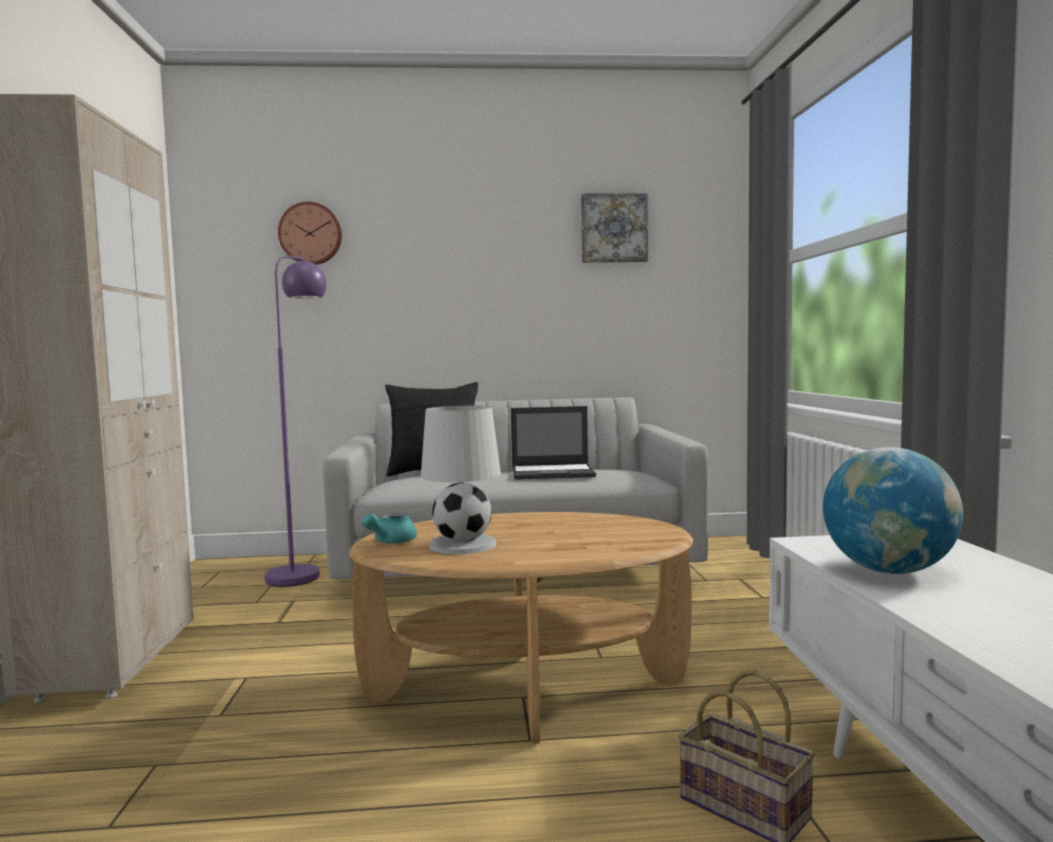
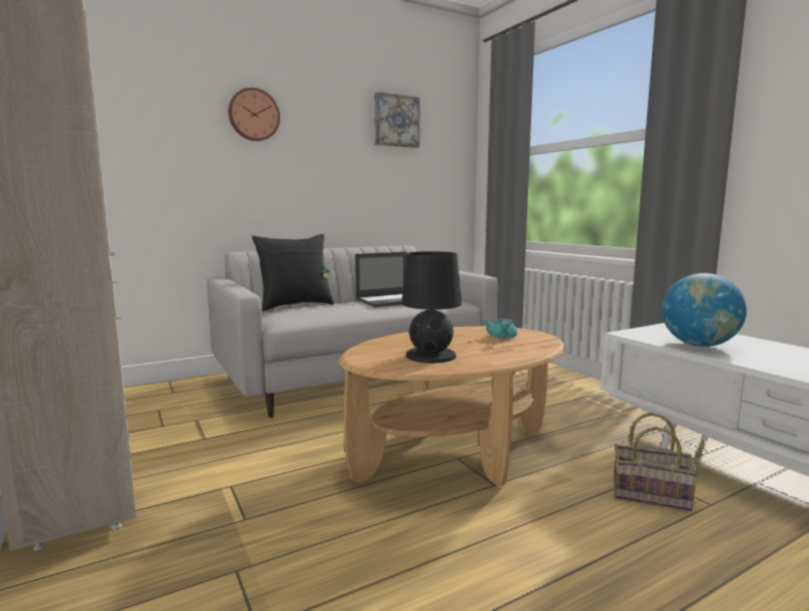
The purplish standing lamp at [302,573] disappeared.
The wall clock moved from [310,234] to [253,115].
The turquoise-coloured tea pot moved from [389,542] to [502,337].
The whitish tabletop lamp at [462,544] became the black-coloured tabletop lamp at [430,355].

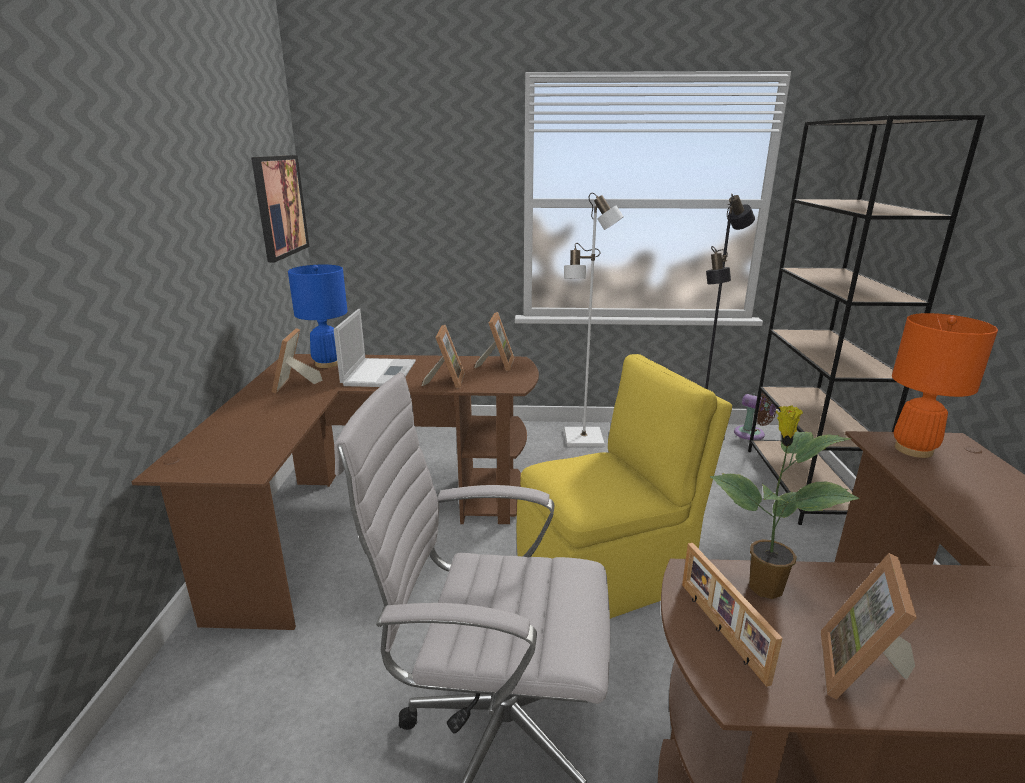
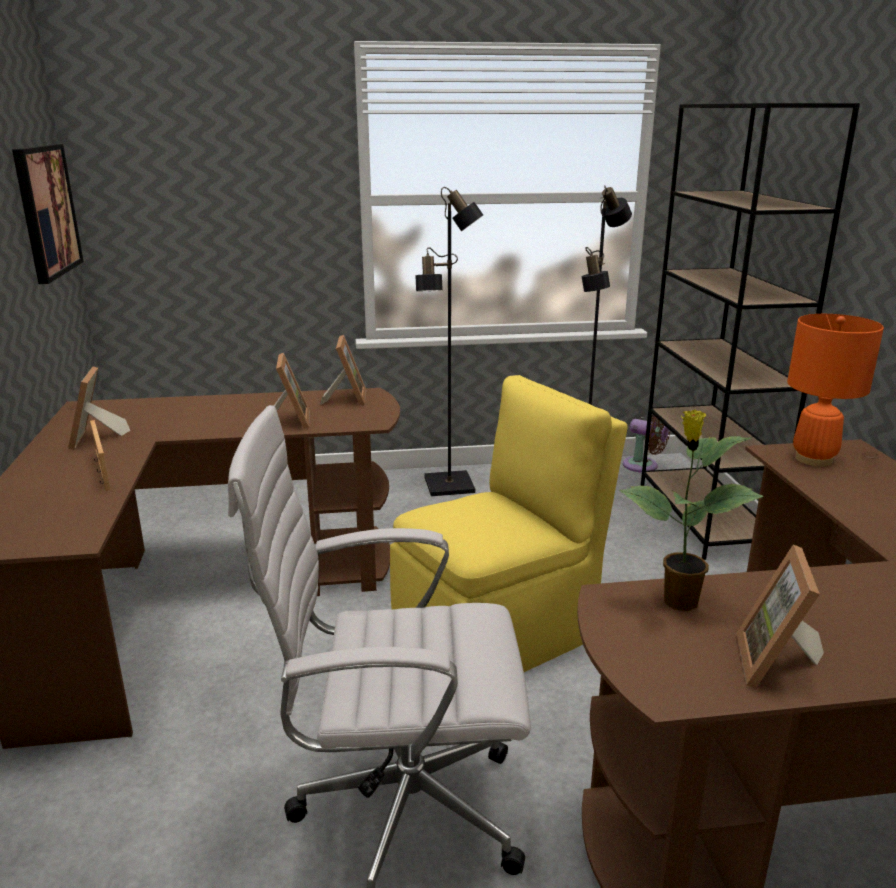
The blue tabletop lamp at [327,363] disappeared.
The notebook computer at [379,373] disappeared.
The picture frame moved from [720,630] to [101,472].
The whitish standing lamp at [583,438] became the black-coloured standing lamp at [449,485].

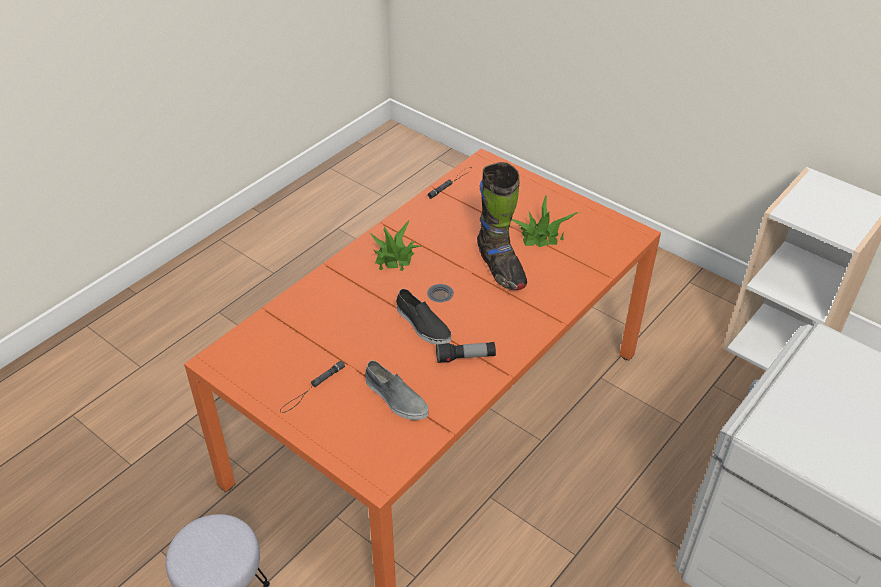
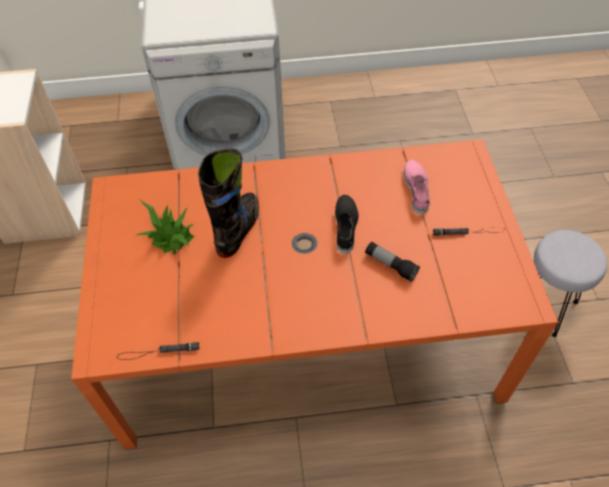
The plant in a pot at [394,257] disappeared.
The torch moved from [465,357] to [390,265].
The greyish shoe at [395,398] became the pinkish shoe at [417,189].

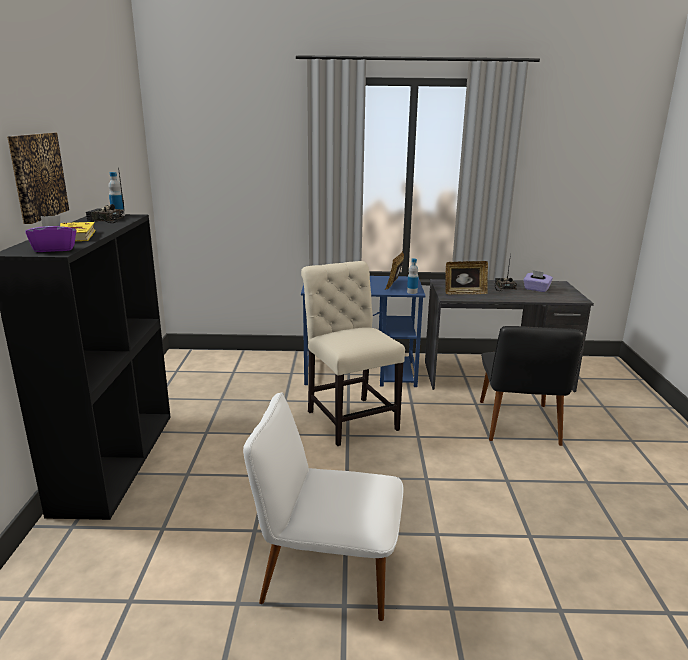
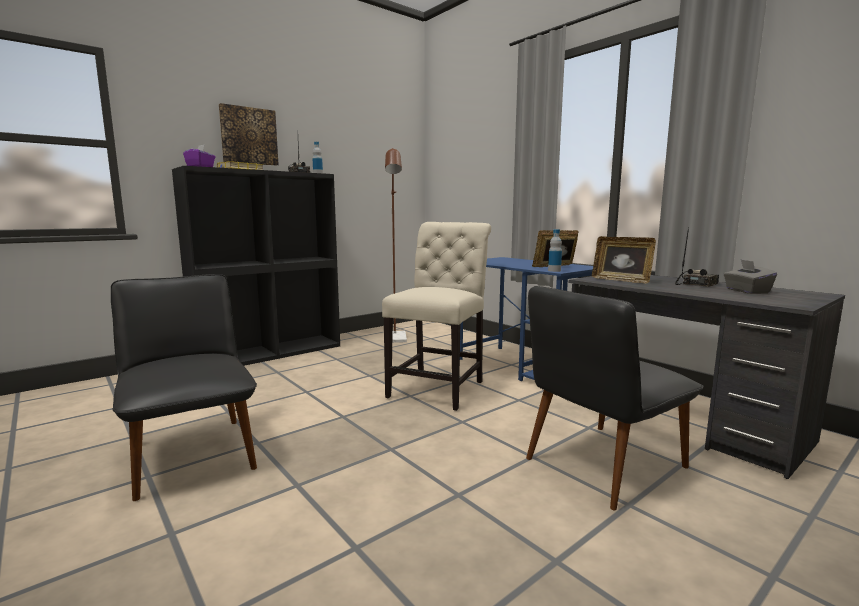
The brown standing lamp at [395,339] appeared.
The whitish plain chair at [329,572] became the black-coloured plain chair at [192,455].
The purplish tissue box at [536,289] became the greyish tissue box at [746,291].

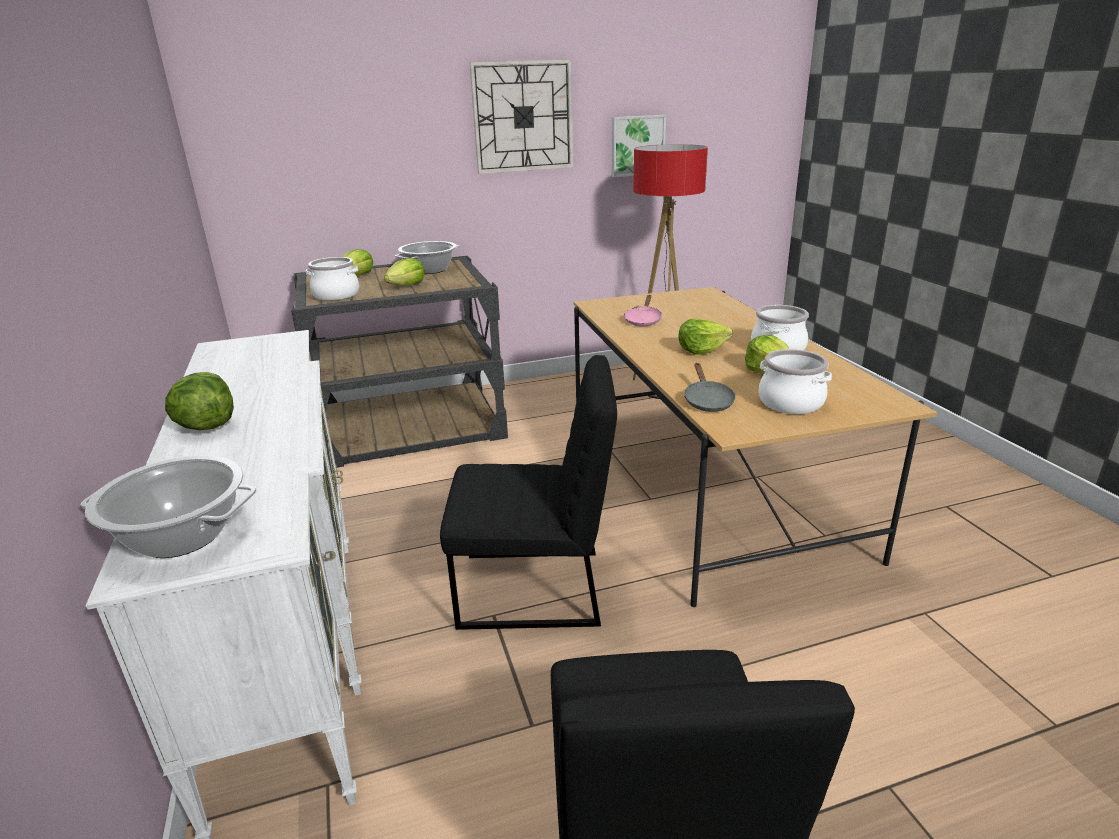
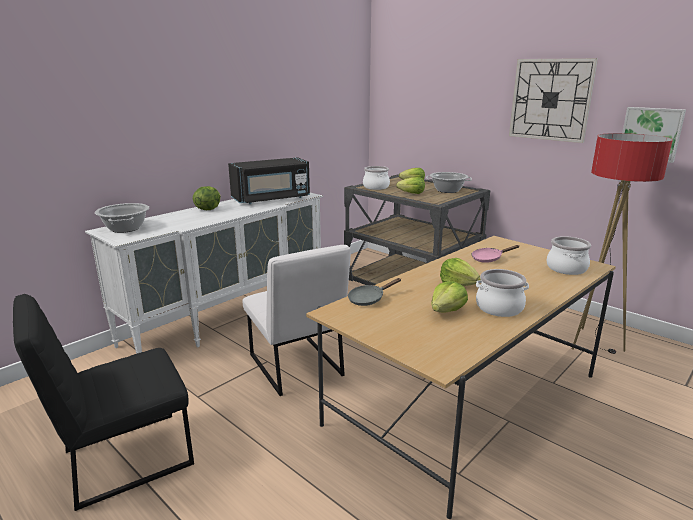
The black-coloured microwave oven at [271,199] appeared.
The cooking pot moved from [791,402] to [567,268].
The black-coloured plain chair at [535,589] became the whitish plain chair at [296,366].

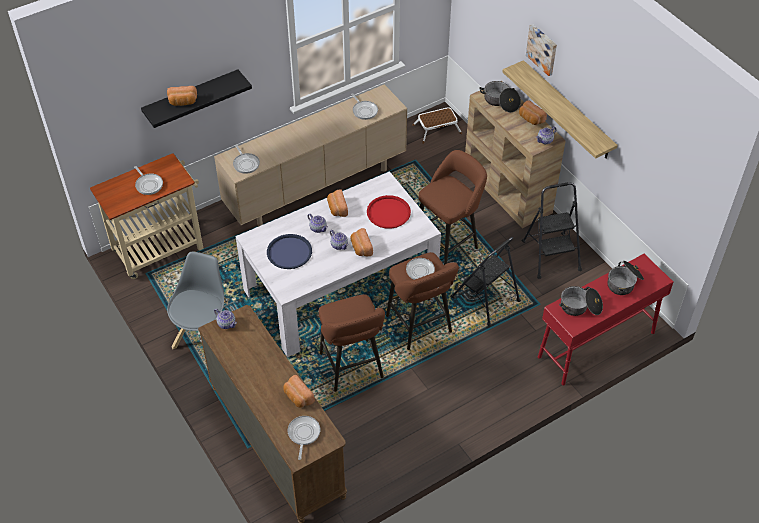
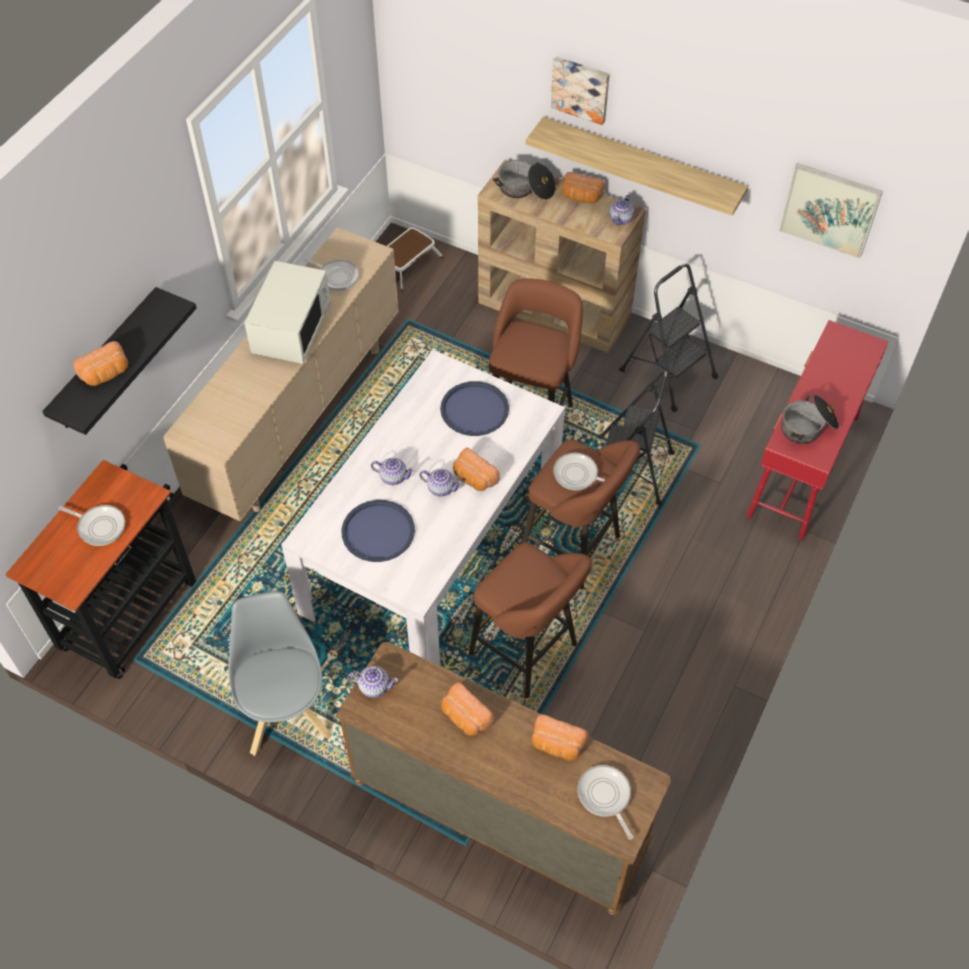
The pan at [246,163] disappeared.
The cooking pot at [624,283] disappeared.
The whitish microwave oven at [291,330] appeared.
The wall picture at [829,210] appeared.
The bread moved from [337,208] to [465,717].
The beige-coloured cart at [159,250] became the black-coloured cart at [130,614].
The red serving tray at [388,212] became the blue serving tray at [474,409].

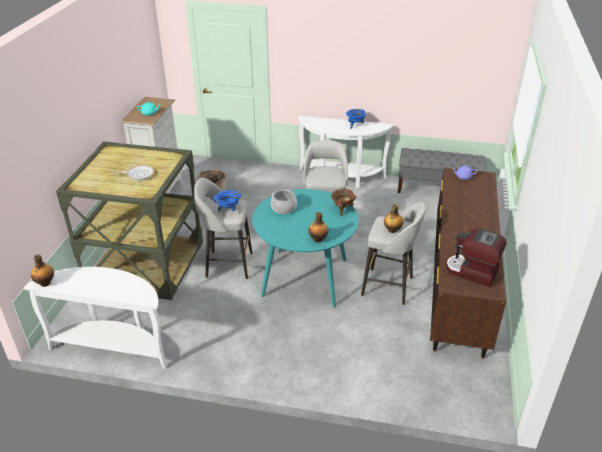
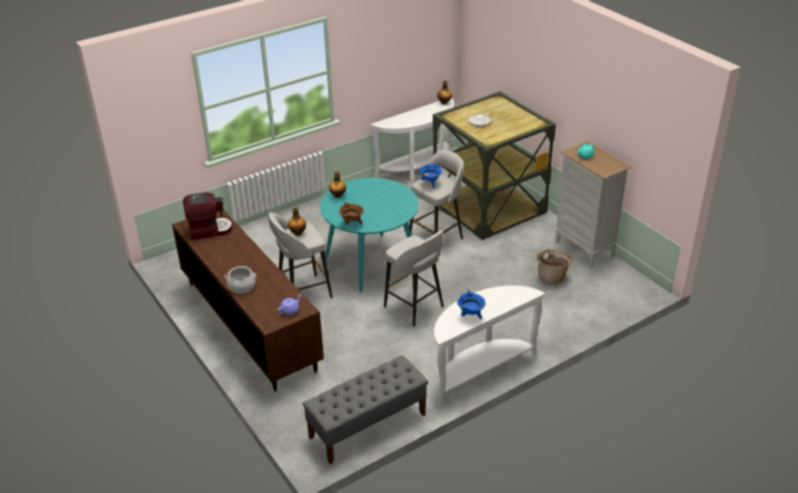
The cooking pot moved from [283,208] to [242,286].

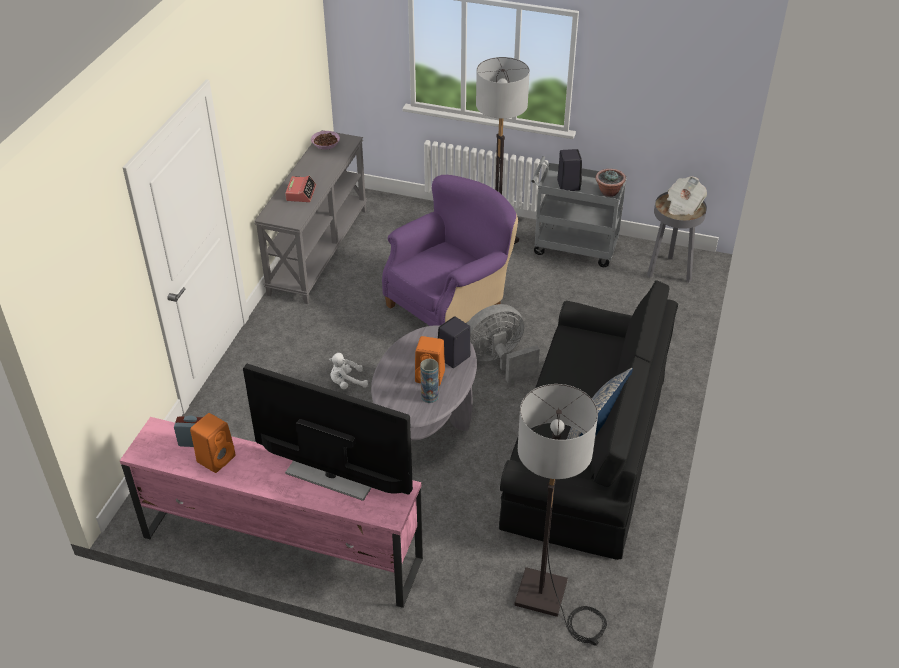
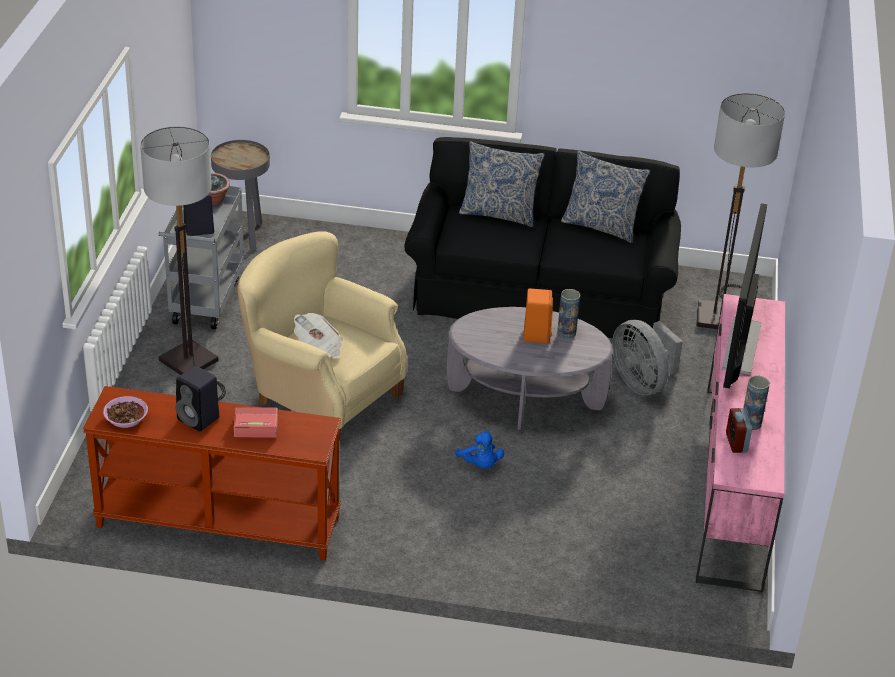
The throw pillow at [499,214] appeared.
The black-coloured loudspeaker moved from [453,358] to [199,419].
The greyish electric fan moved from [498,362] to [642,383].
The newspaper moved from [683,205] to [319,347].
The orange-coloured loudspeaker at [217,458] was replaced by the flower vase at [751,423].
The greyish hall table at [318,250] became the brown hall table at [217,523].
The whitish cuddly toy at [347,383] became the blue cuddly toy at [480,465].
The purplish easy chair at [449,304] became the beige-coloured easy chair at [321,394].

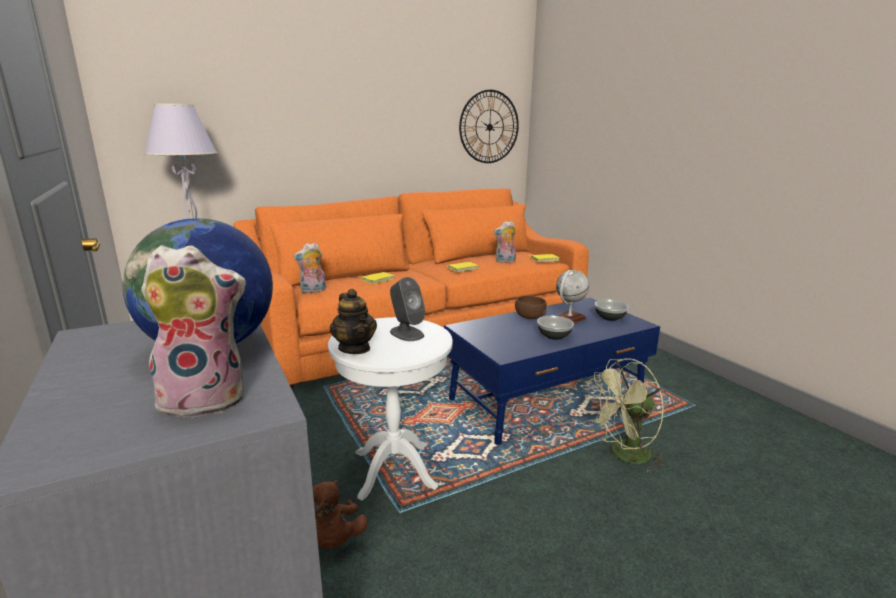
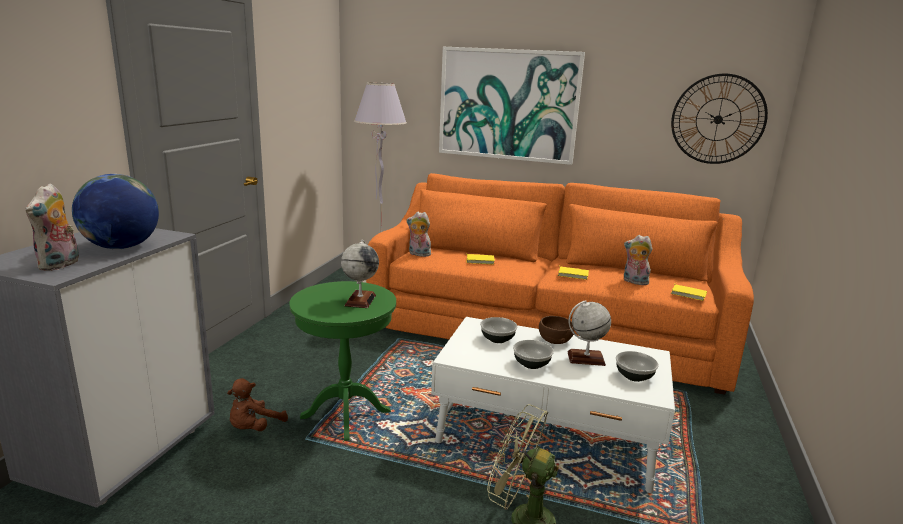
The tea pot at [355,348] disappeared.
The wall picture at [508,105] appeared.
The deep dish at [498,339] appeared.
The greyish loudspeaker at [406,333] was replaced by the desk globe at [360,300].
The whitish accent table at [394,470] became the greenish accent table at [346,414].
The blue lounge table at [547,398] became the whitish lounge table at [547,436].
The cuddly toy at [206,398] turned 60 degrees clockwise.

